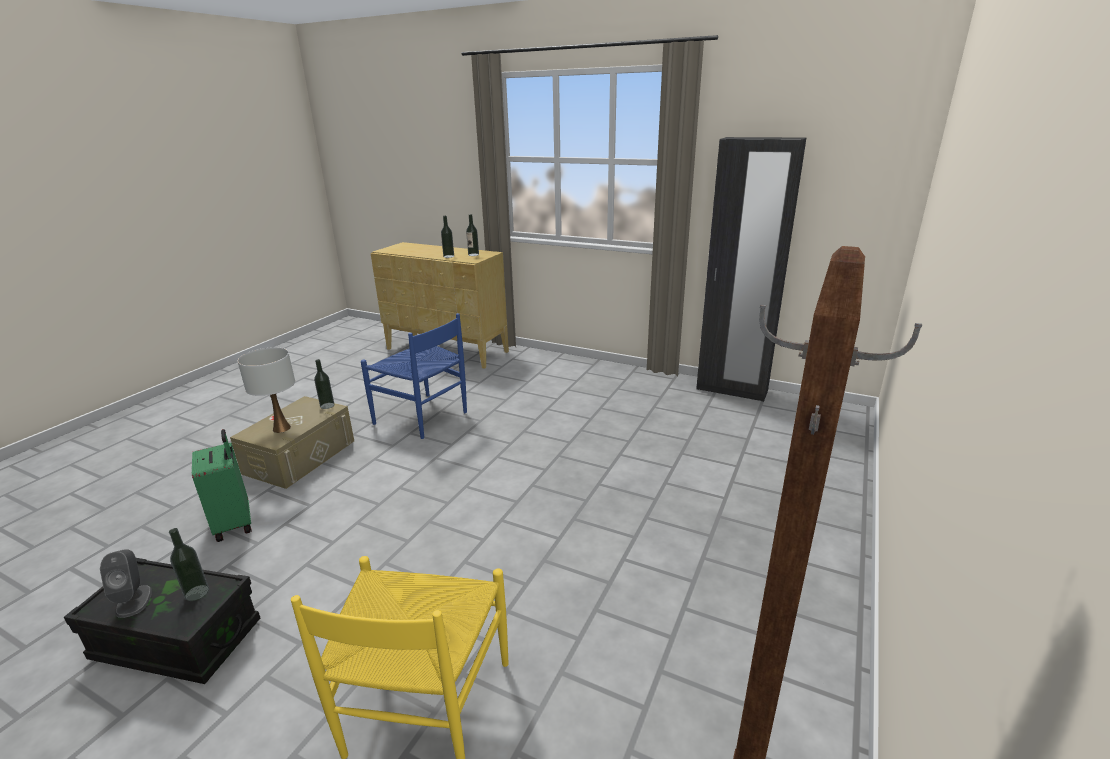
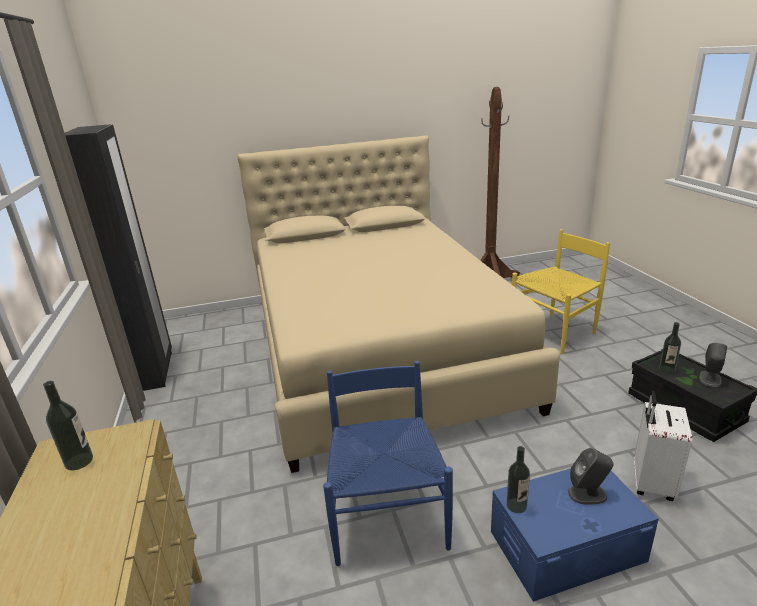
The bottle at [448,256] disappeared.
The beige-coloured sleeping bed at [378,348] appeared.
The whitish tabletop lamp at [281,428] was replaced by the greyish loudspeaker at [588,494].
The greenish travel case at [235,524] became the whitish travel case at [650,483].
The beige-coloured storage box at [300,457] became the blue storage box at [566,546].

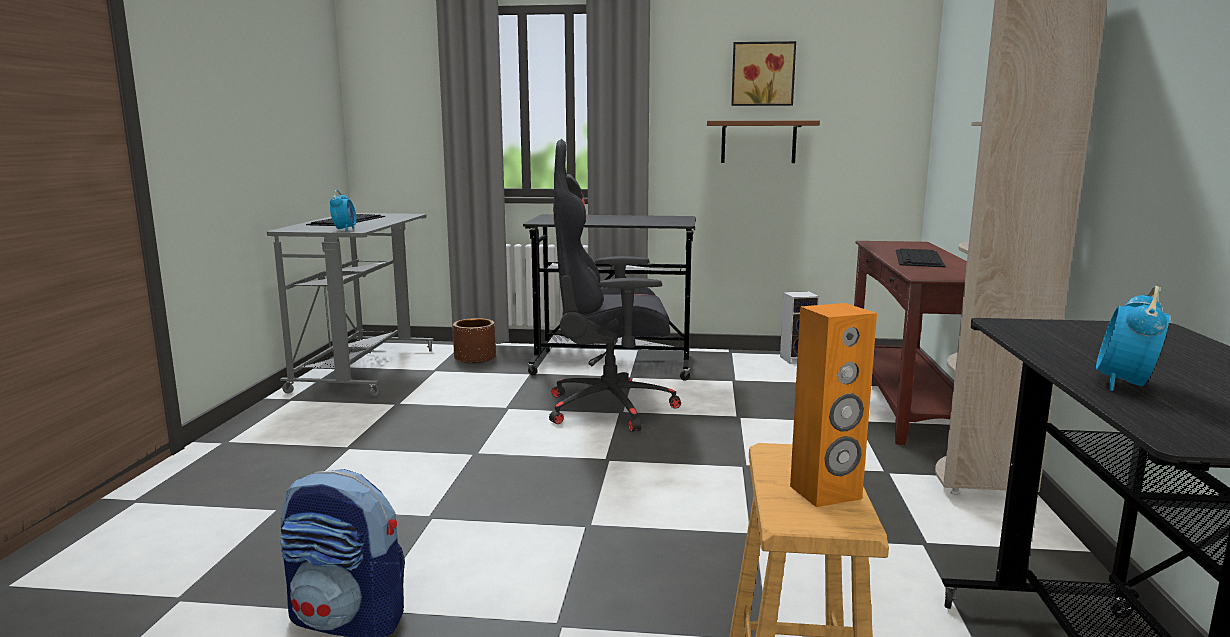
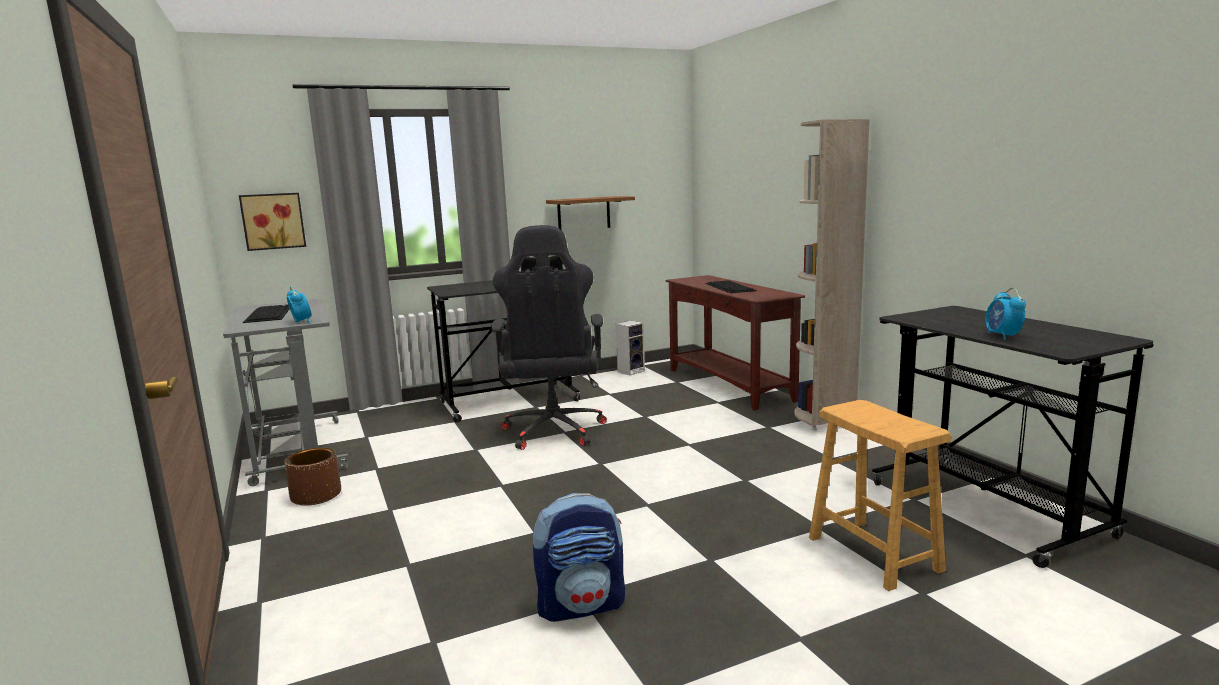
The orange-coloured loudspeaker at [826,493] disappeared.
The brown planter moved from [475,358] to [316,496].
The wall picture moved from [763,74] to [273,221].
The black-coloured desk chair at [611,408] turned 60 degrees counterclockwise.

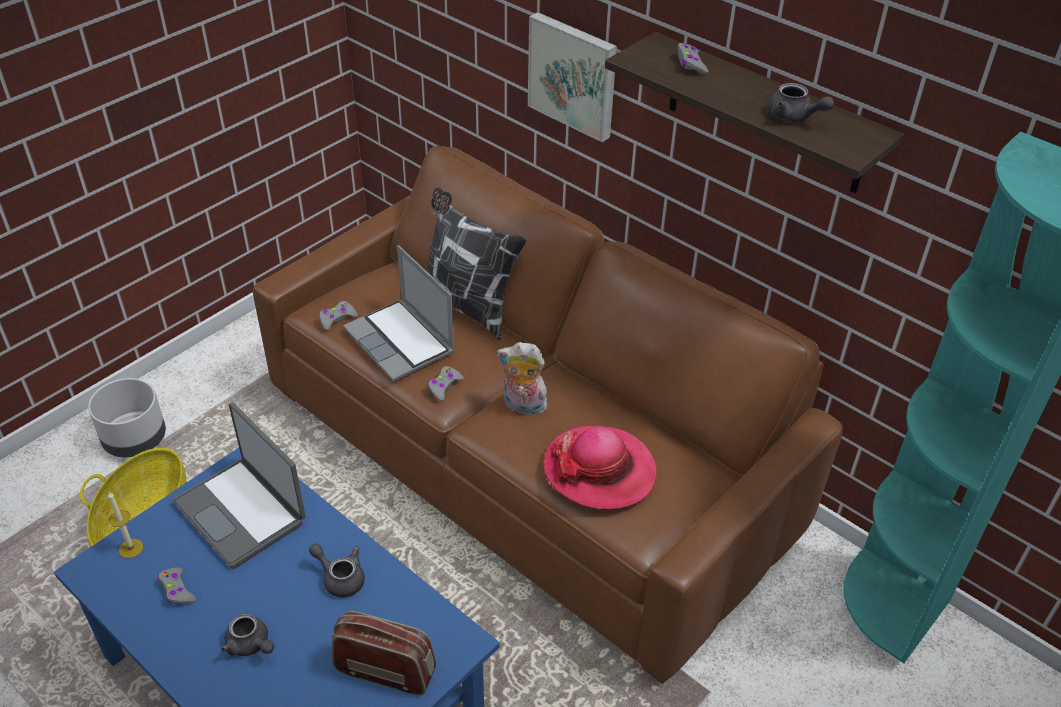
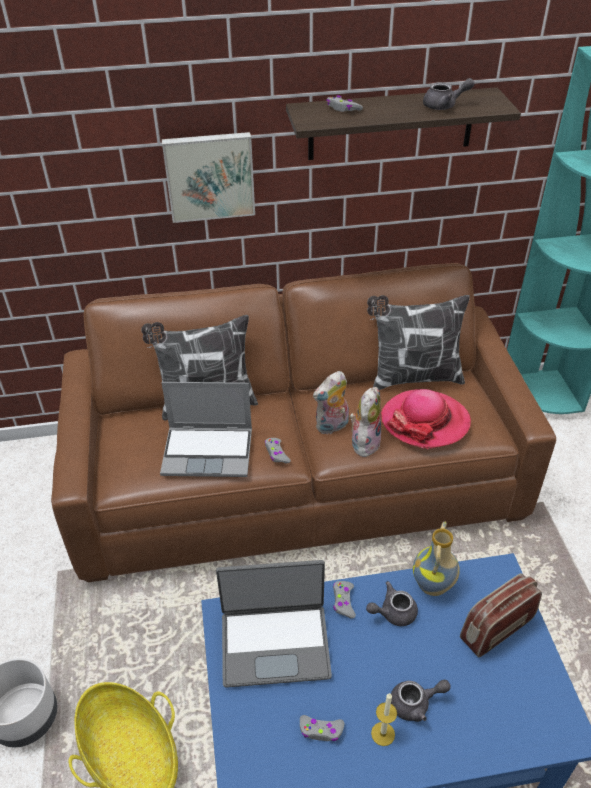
The cuddly toy at [364,442] appeared.
The throw pillow at [413,377] appeared.
The flower vase at [433,586] appeared.
The candle moved from [131,548] to [383,734].
The greyish joypad moved from [337,319] to [343,601].

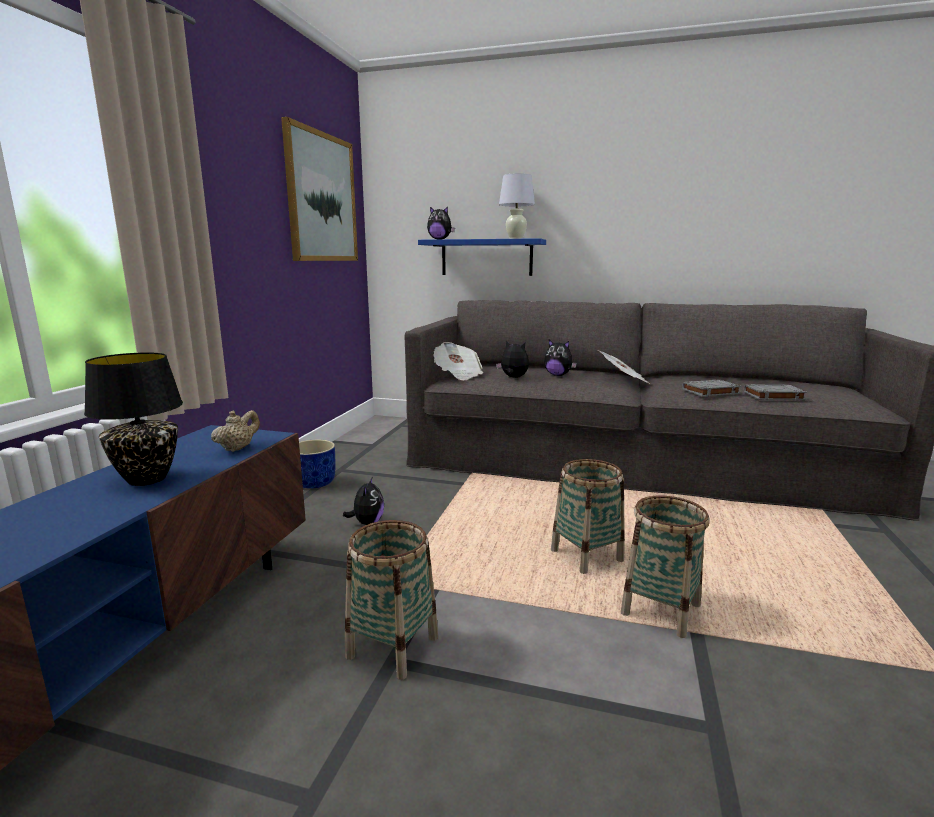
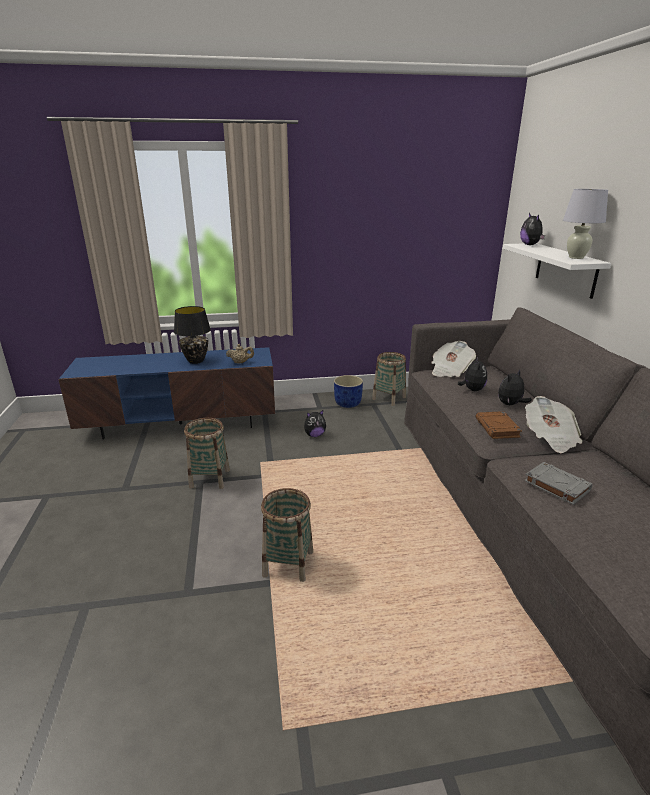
The wall picture at [321,198] disappeared.
The greyish book at [772,396] disappeared.
The brown book at [497,428] appeared.
The basket moved from [586,556] to [389,398].
The blue wall shelf at [486,258] became the whitish wall shelf at [565,269].
The cuddly toy at [558,375] turned 45 degrees clockwise.

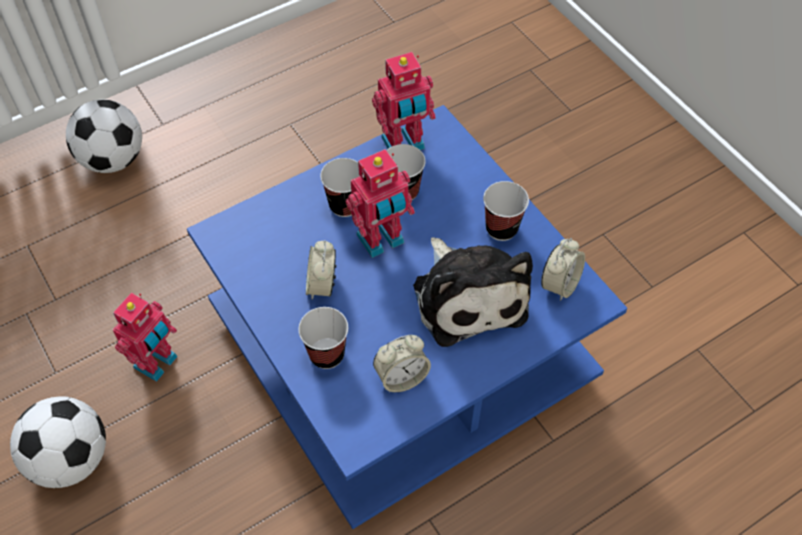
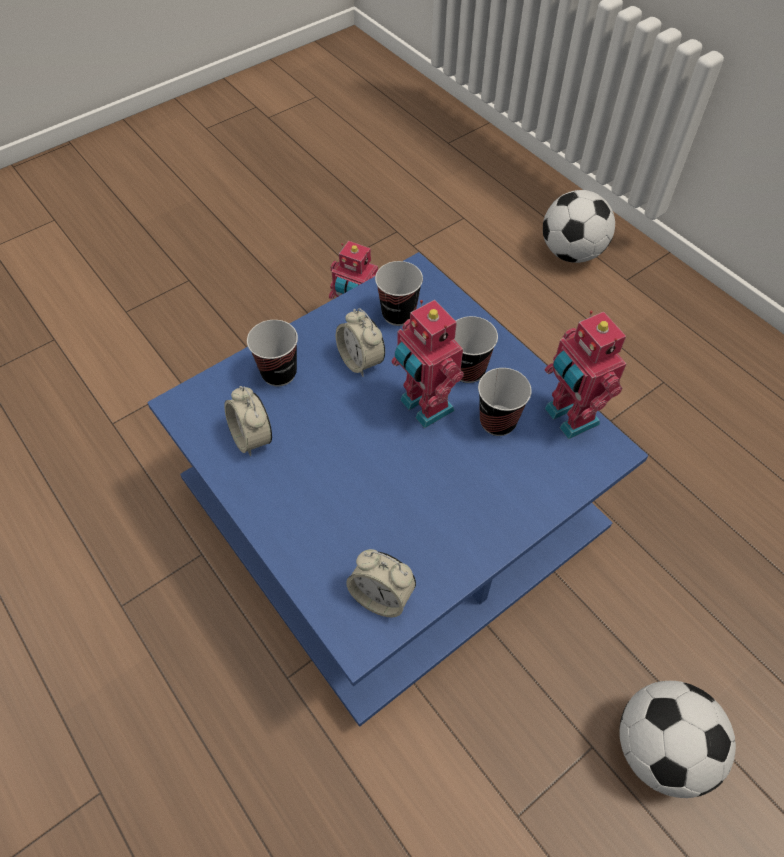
The cuddly toy at [468,295] disappeared.
The football moved from [70,459] to [659,748].
The cup moved from [501,228] to [398,314].
The table clock at [322,285] turned 120 degrees counterclockwise.

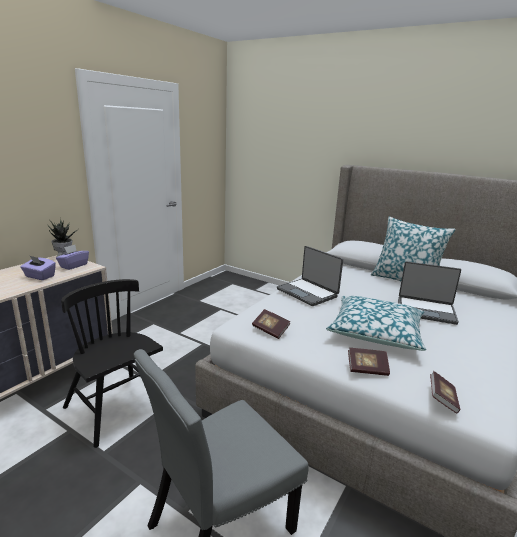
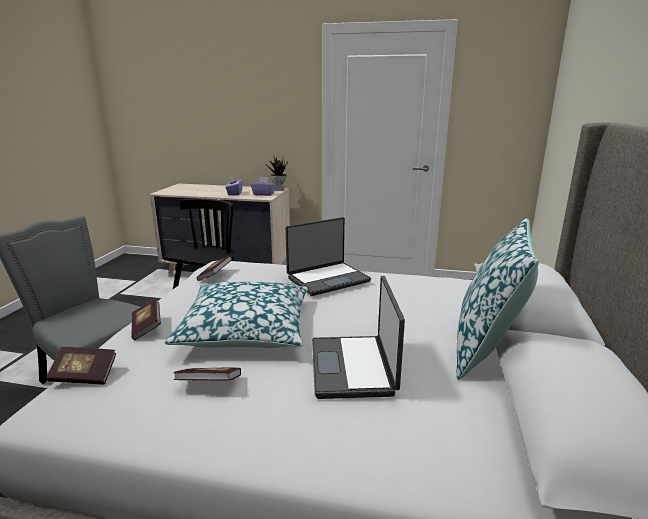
The book at [209,385] appeared.
The notebook computer at [308,292] turned 150 degrees counterclockwise.

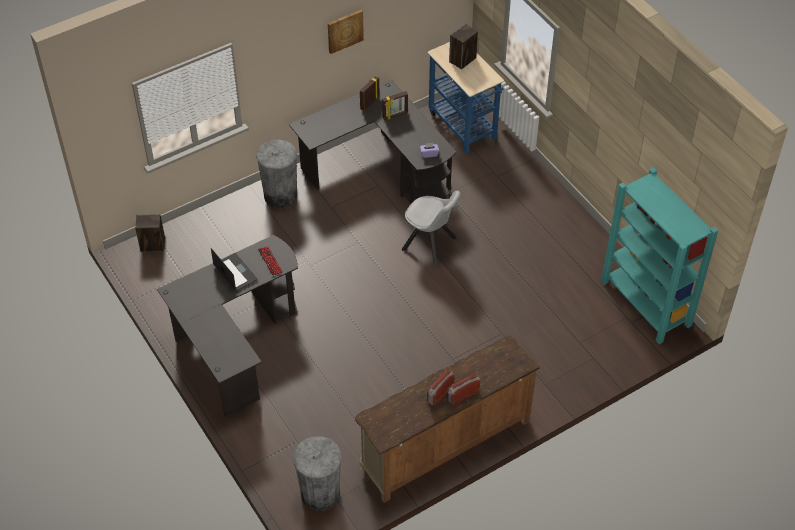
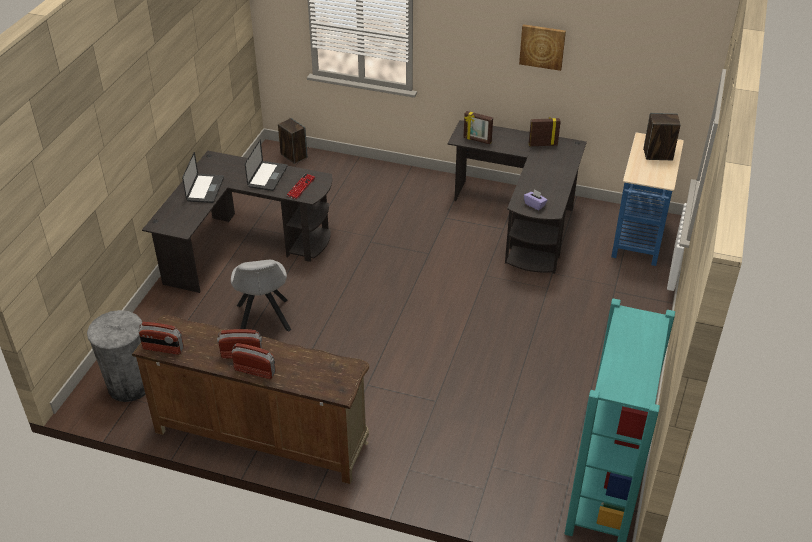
The greyish rubbish bin at [280,195] disappeared.
The radio receiver at [163,348] appeared.
The notebook computer at [205,189] appeared.
The picture frame moved from [395,115] to [477,140].
The greyish plain chair moved from [430,244] to [263,319].

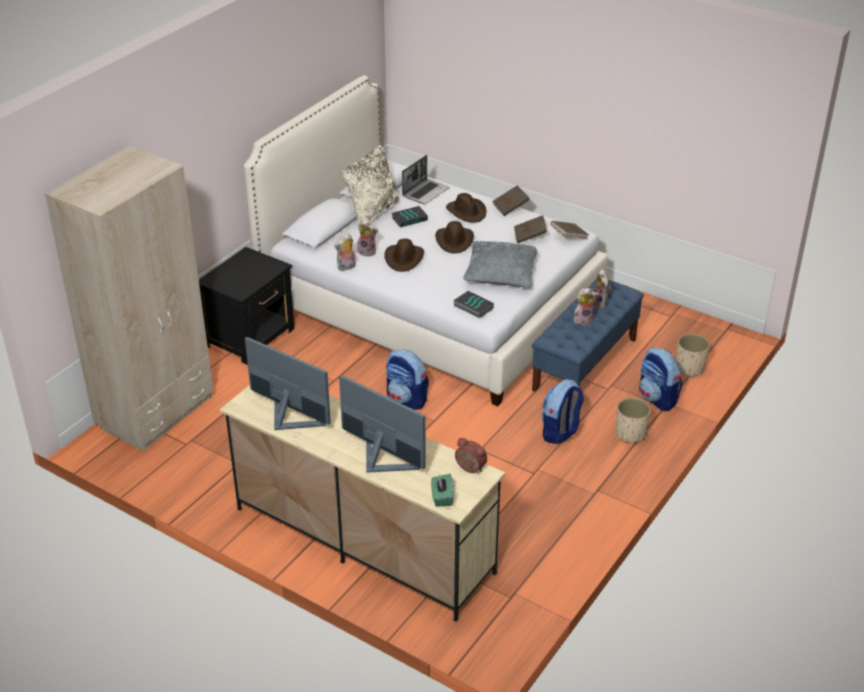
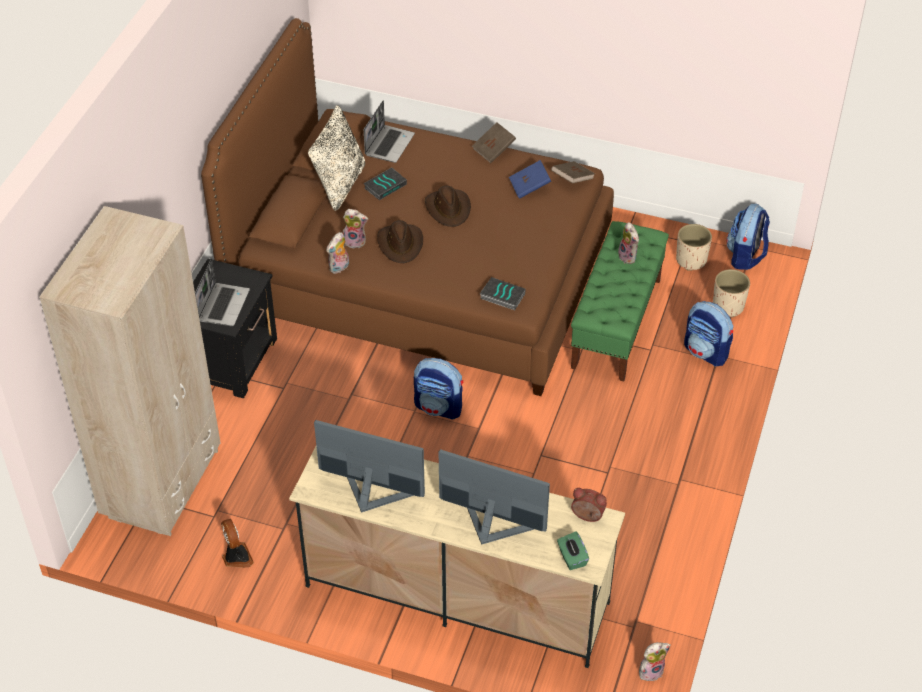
The brown wearable hat at [466,212] disappeared.
The greyish throw pillow at [501,273] disappeared.
The notebook computer at [223,305] appeared.
The electric fan at [236,557] appeared.
The backpack moved from [560,432] to [745,256].
The cuddly toy moved from [584,320] to [651,670].
The beige-coloured planter moved from [631,434] to [691,260].
The whitish sleeping bed at [429,305] became the brown sleeping bed at [419,276].
The brown book at [530,236] became the blue book at [529,187].
The blue bench at [585,364] became the greenish bench at [616,323].

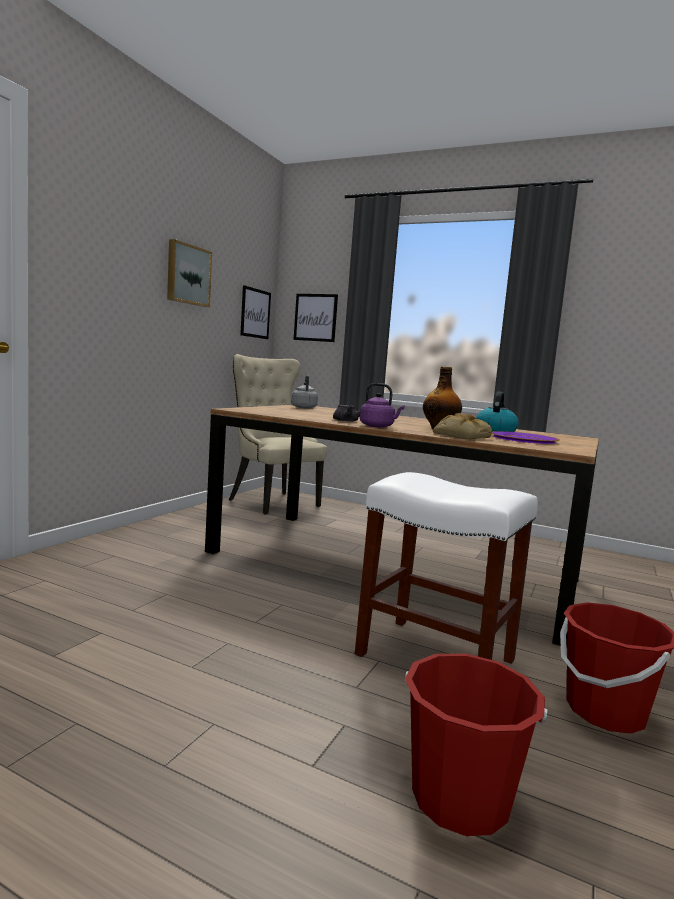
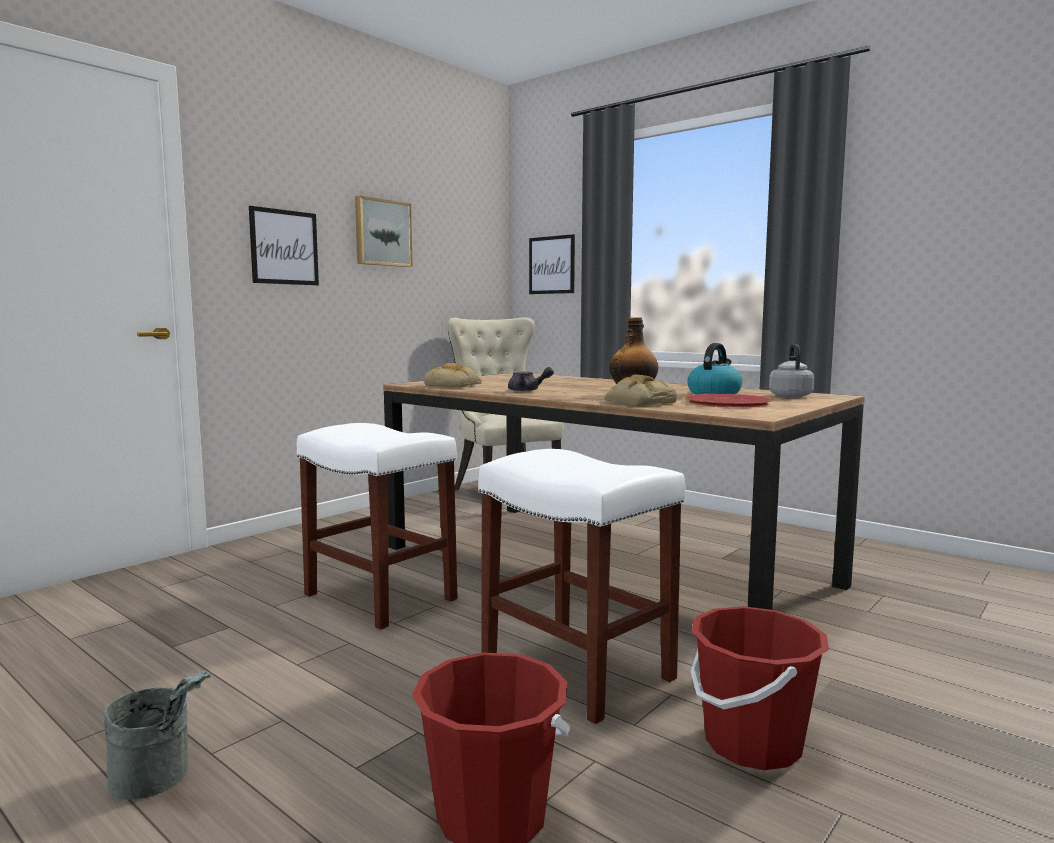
The purplish kettle at [378,426] disappeared.
The greyish bucket at [159,780] appeared.
The whitish stool at [378,597] appeared.
The bread at [454,385] appeared.
The wall picture moved from [255,313] to [284,247].
The greyish kettle moved from [304,407] to [790,396].
The purplish flat dish at [524,439] became the red flat dish at [728,402].

